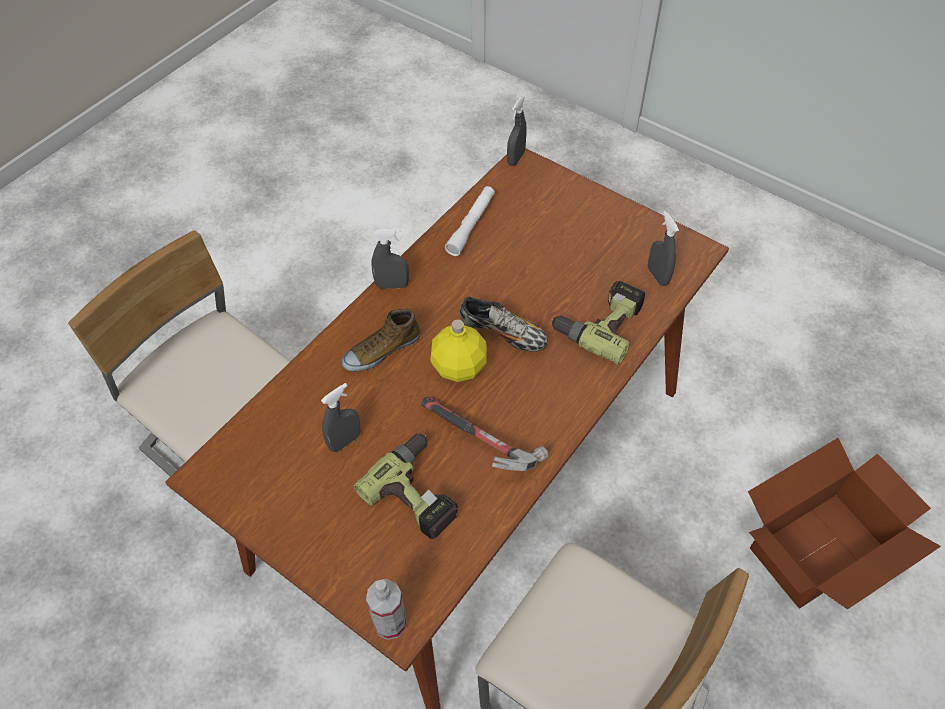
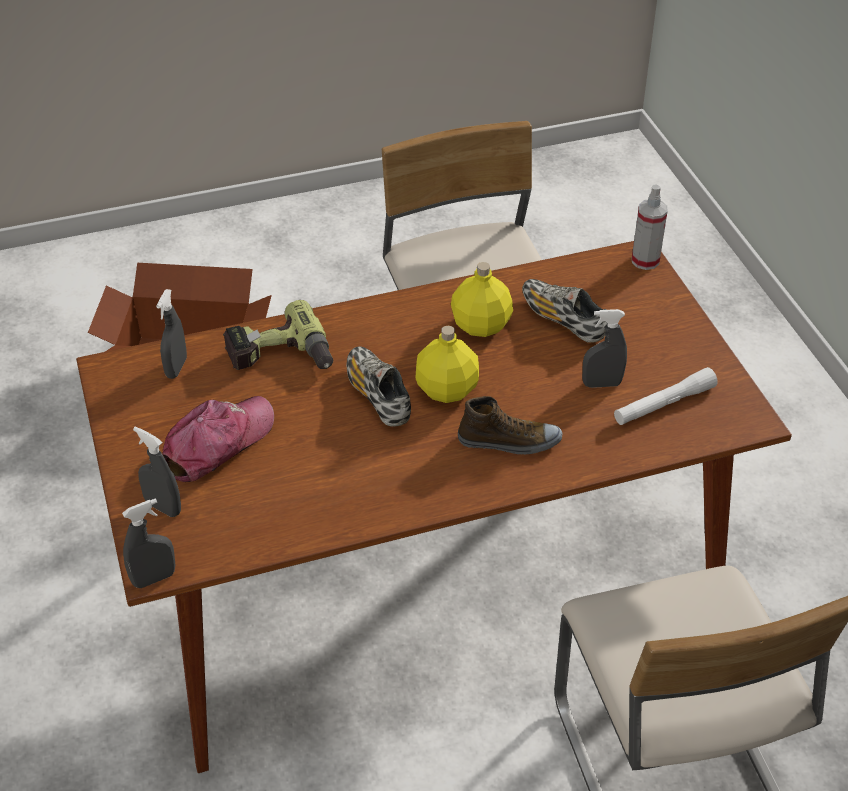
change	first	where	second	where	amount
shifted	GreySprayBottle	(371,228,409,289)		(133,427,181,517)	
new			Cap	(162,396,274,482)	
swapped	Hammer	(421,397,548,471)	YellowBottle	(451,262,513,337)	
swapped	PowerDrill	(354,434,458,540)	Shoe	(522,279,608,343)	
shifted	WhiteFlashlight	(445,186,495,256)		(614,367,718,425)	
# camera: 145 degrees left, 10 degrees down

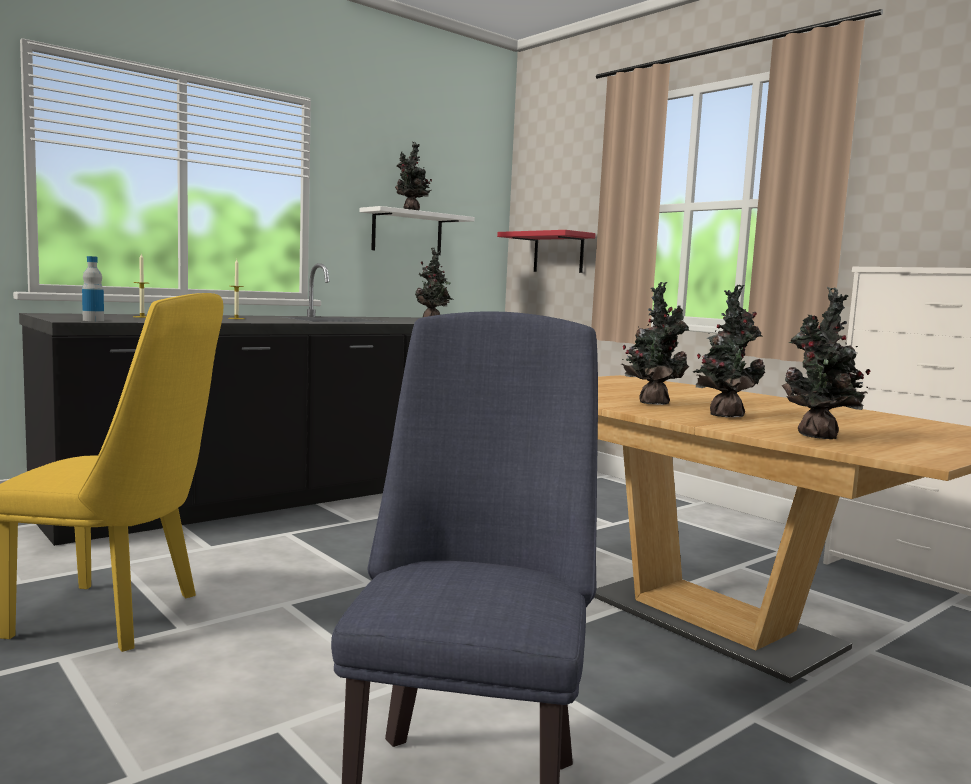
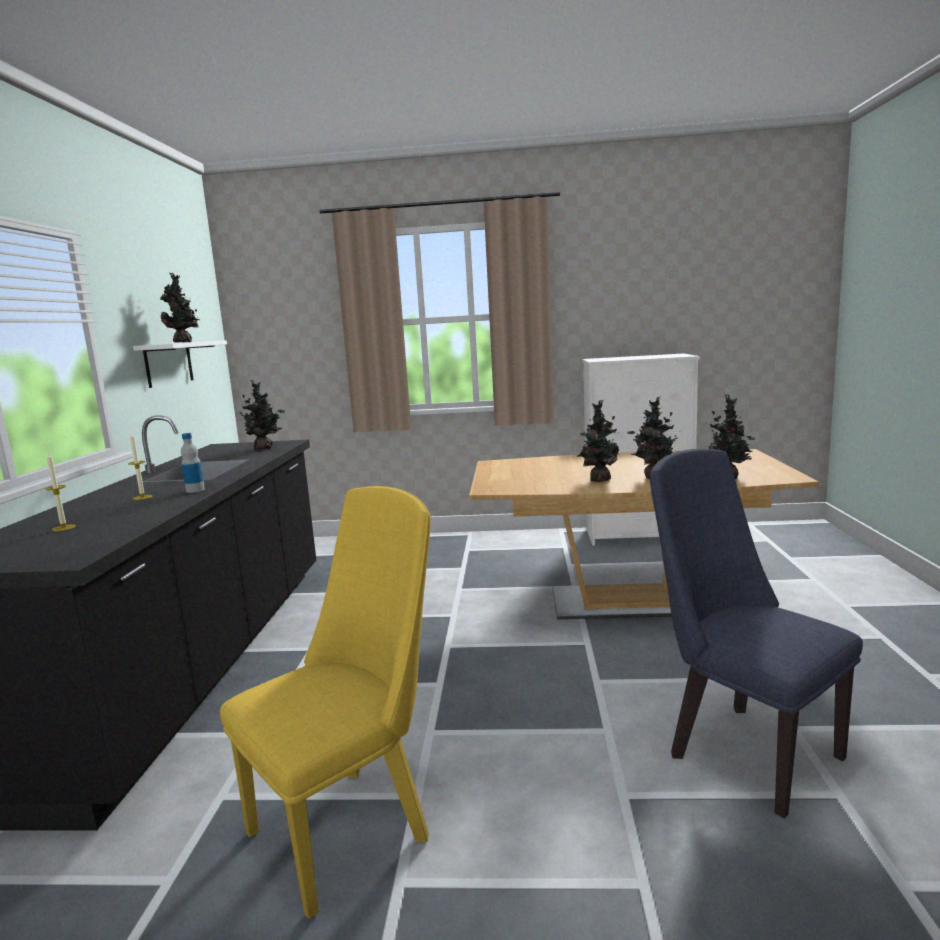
change	first	where	second	where	amount
shifted	Bottle	(82,256,104,321)		(181,433,205,493)	
gone	RedShelf	(497,230,595,273)			
# camera: 45 degrees left, 5 degrees up

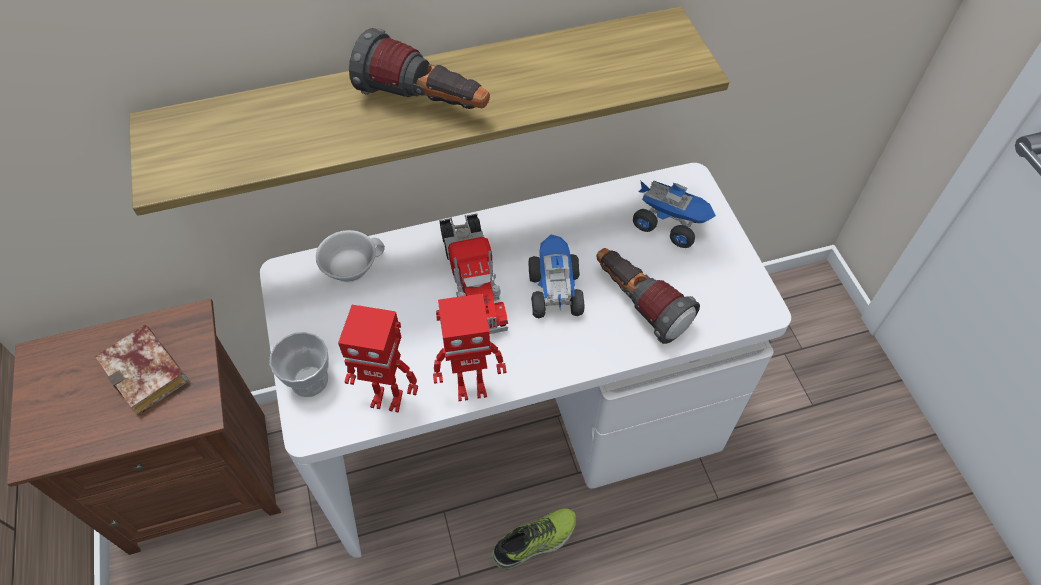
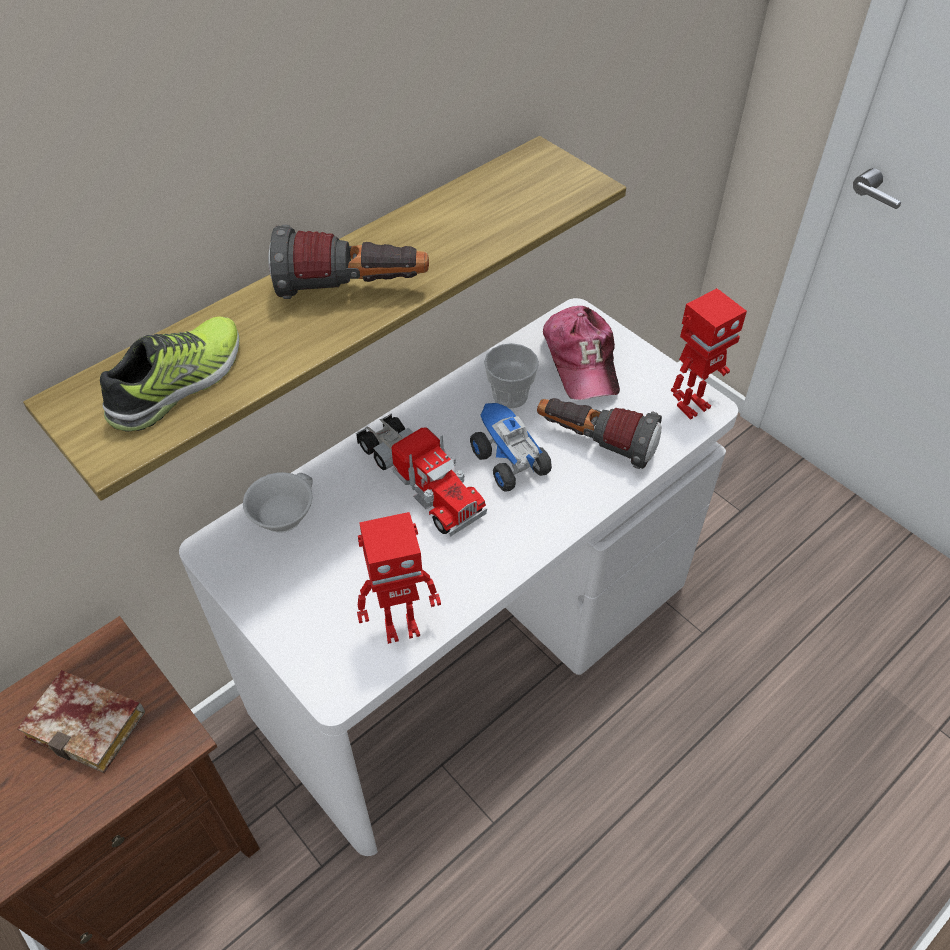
change	first	where	second	where	amount
shifted	Shoe	(492,508,576,569)		(100,317,240,431)	
shifted	Cup	(269,332,329,397)		(484,343,539,409)	
swapped	ToyTruck	(633,180,716,248)	Cap	(543,306,620,400)	
shifted	ToyRobot	(433,293,507,401)		(671,288,747,420)	
# camera: 25 degrees left, 5 degrees down

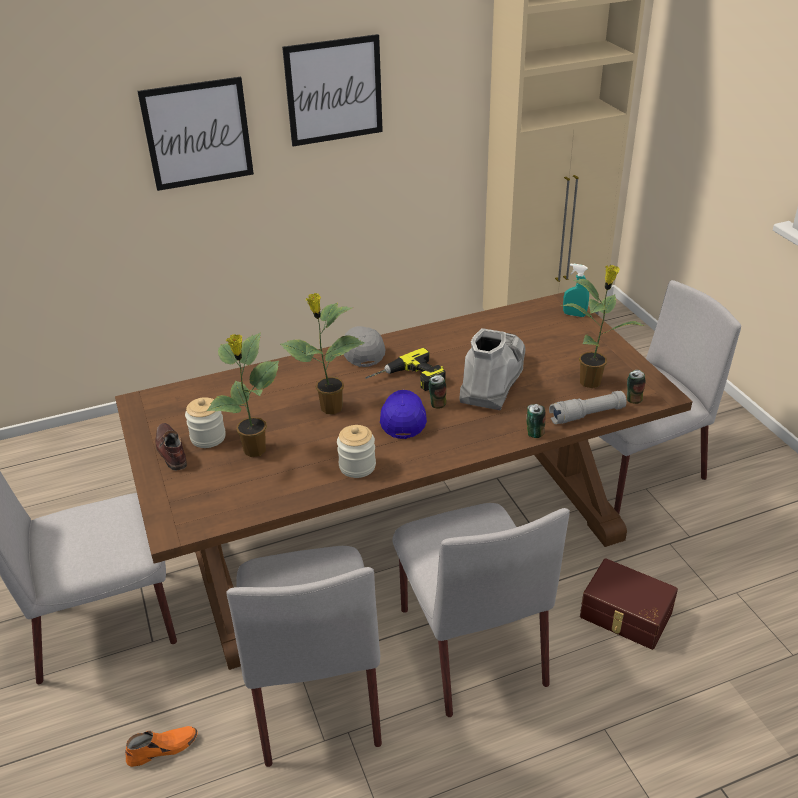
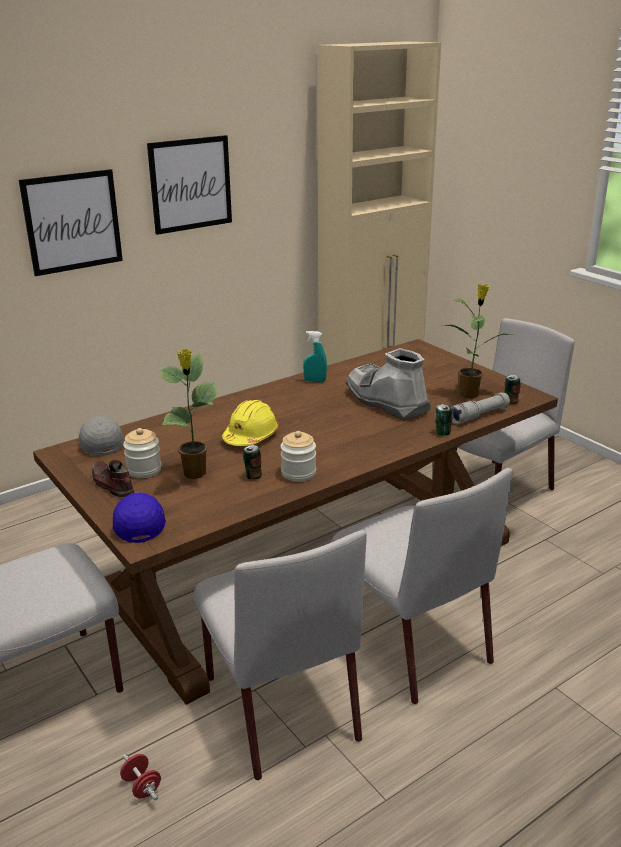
change	first	where	second	where	amount
shifted	GreyCap	(344,326,386,367)		(78,416,124,456)	
shifted	BlueCap	(380,390,427,439)		(113,492,166,543)	
swapped	OrangeShoe	(125,726,198,767)	RedDumbbell	(120,753,161,800)	
swapped	PottedPlant	(280,293,365,414)	YellowHardHat	(222,400,279,446)	
shifted	Can	(429,375,446,409)		(243,444,262,480)	
shifted	TurquoiseSprayBottle	(563,263,589,317)		(303,331,327,382)	
rotated	GreyBoot	(459,328,525,410)		(346,348,431,421)	45 degrees counterclockwise
gone	PowerDrill	(365,348,446,391)			
gone	BrownStorageBox	(580,558,678,650)			
# camera: 15 degrees left, 10 degrees down

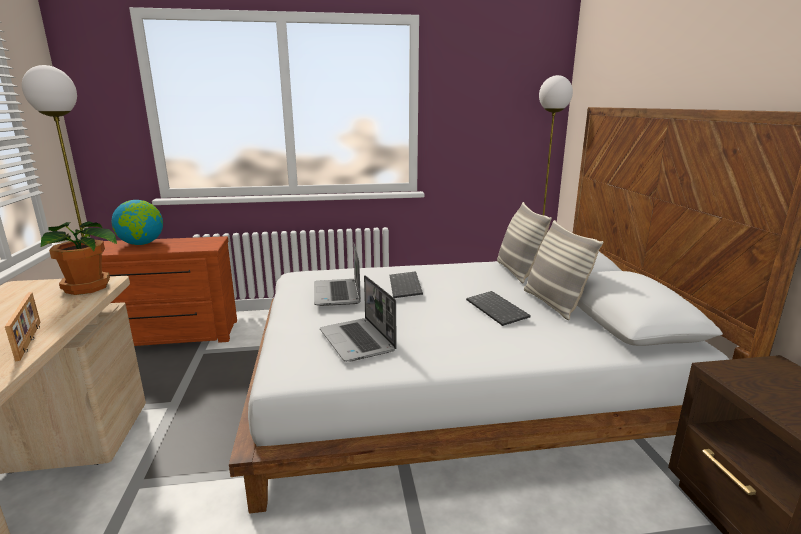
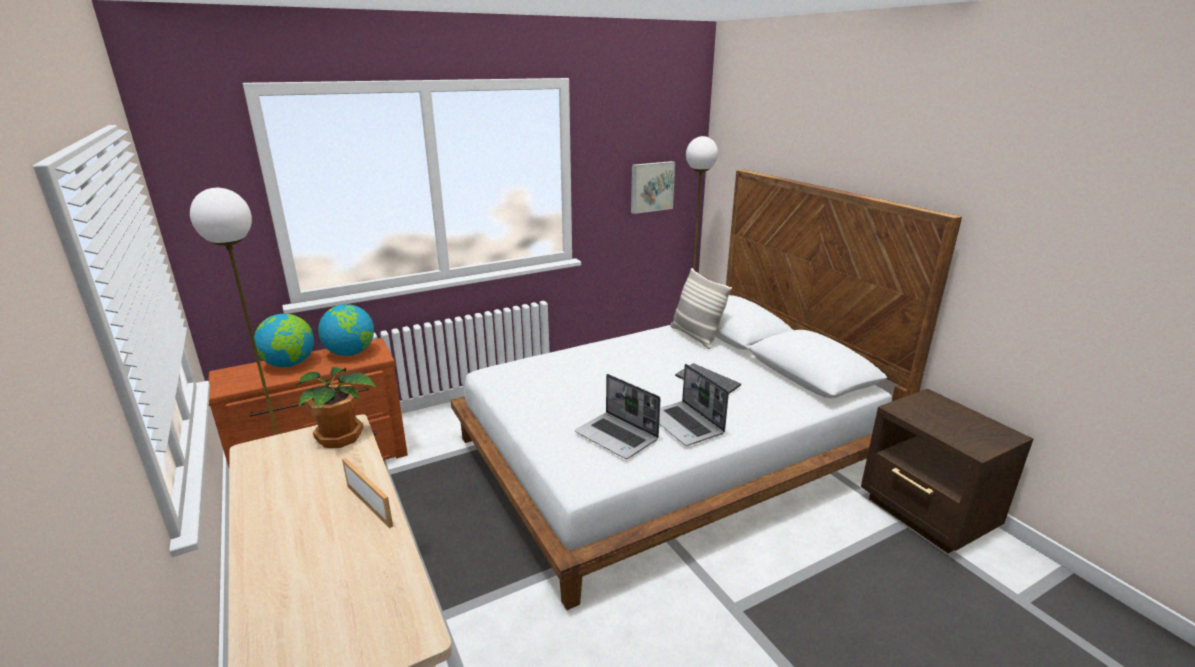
change	first	where	second	where	amount
new			Globe	(318,304,374,356)	
new			Picture	(631,161,675,214)	
shifted	Laptop	(314,242,361,306)		(659,364,729,446)	
gone	Keyboard	(389,271,423,298)			
gone	Pillow	(524,220,603,320)			
# camera: 20 degrees left, 5 degrees up

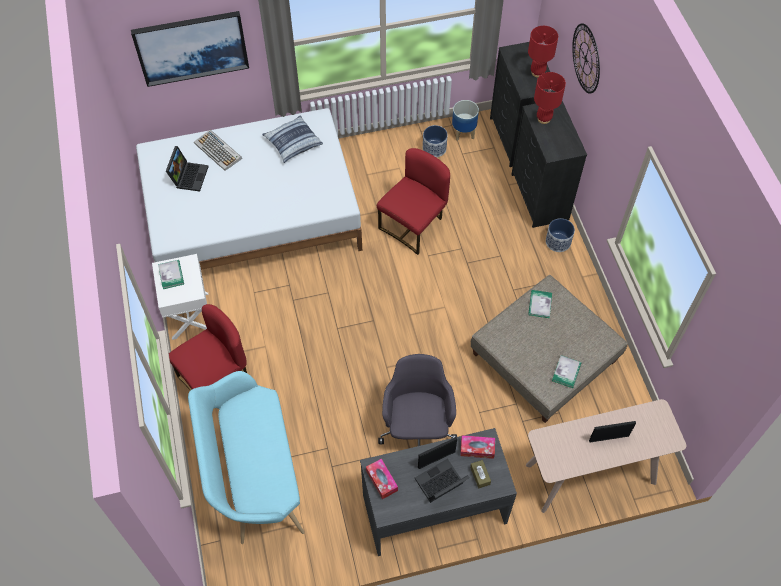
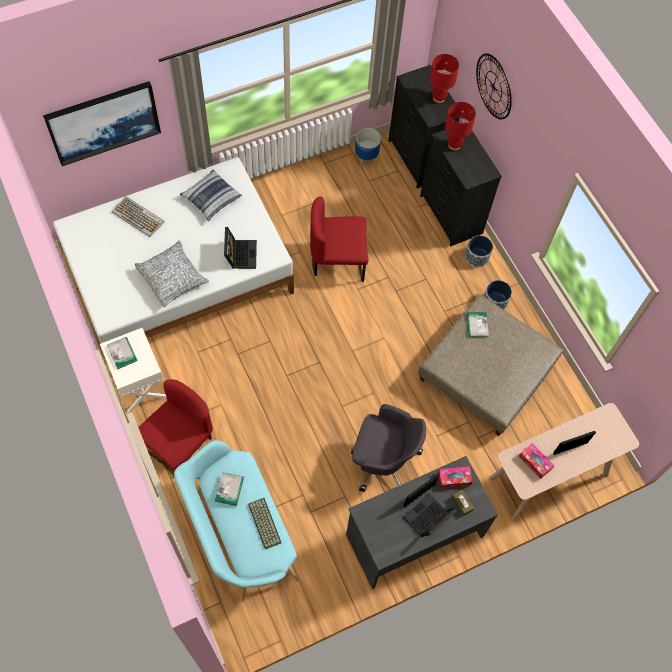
change	first	where	second	where	amount
new			Pillow	(135,240,209,308)	
shifted	Book	(552,355,581,388)		(215,472,244,506)	
shifted	Laptop	(166,146,208,192)		(224,227,257,269)	
new			Keyboard	(248,498,282,549)	
rotated	RedChair	(377,148,450,255)		(310,196,368,282)	120 degrees counterclockwise
rotated	GreyOfficeChair	(378,354,457,446)		(351,404,426,492)	120 degrees clockwise
shifted	Planter	(423,125,448,157)		(484,280,512,310)	
shifted	TissueBox	(366,459,398,499)		(519,443,554,479)	
# camera: 15 degrees left, 5 degrees up

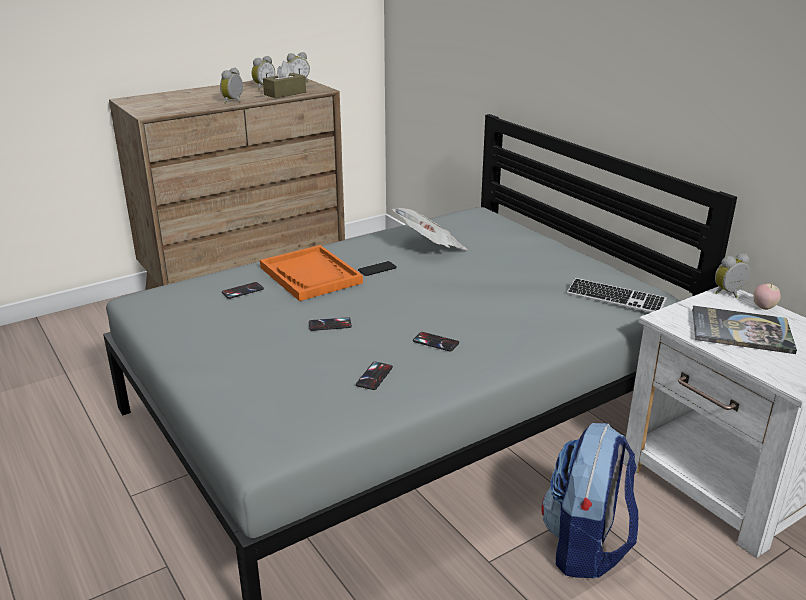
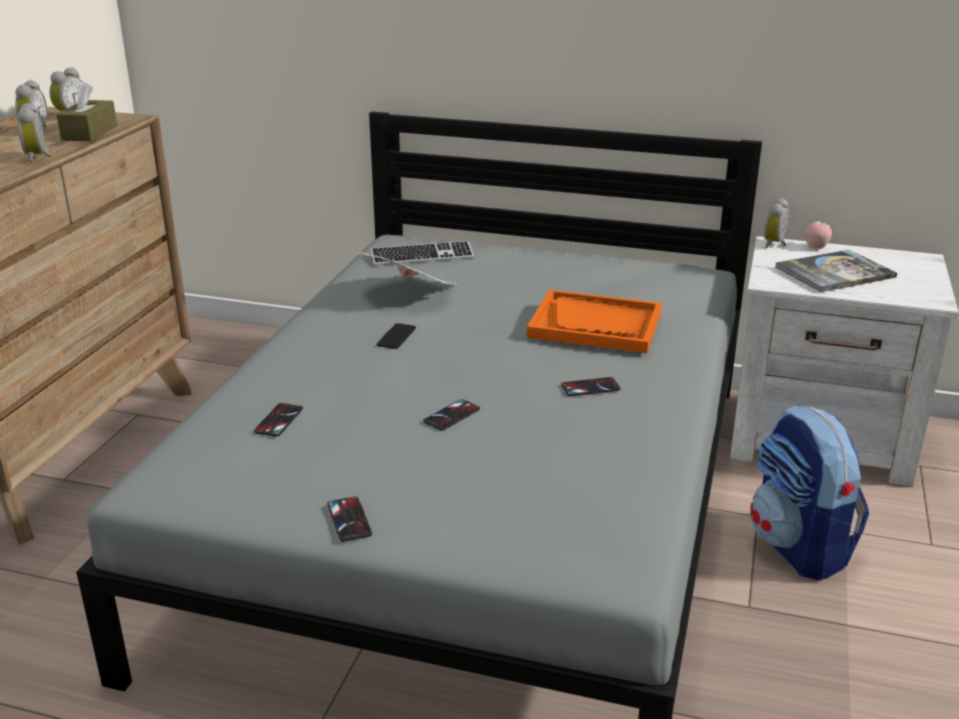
change	first	where	second	where	amount
shifted	Phone	(356,362,393,390)		(327,497,372,542)	
shifted	Keyboard	(567,278,667,312)		(371,241,474,265)	
shifted	OrangeTray	(260,245,363,301)		(527,290,662,353)	
# camera: 40 degrees left, 0 degrees up

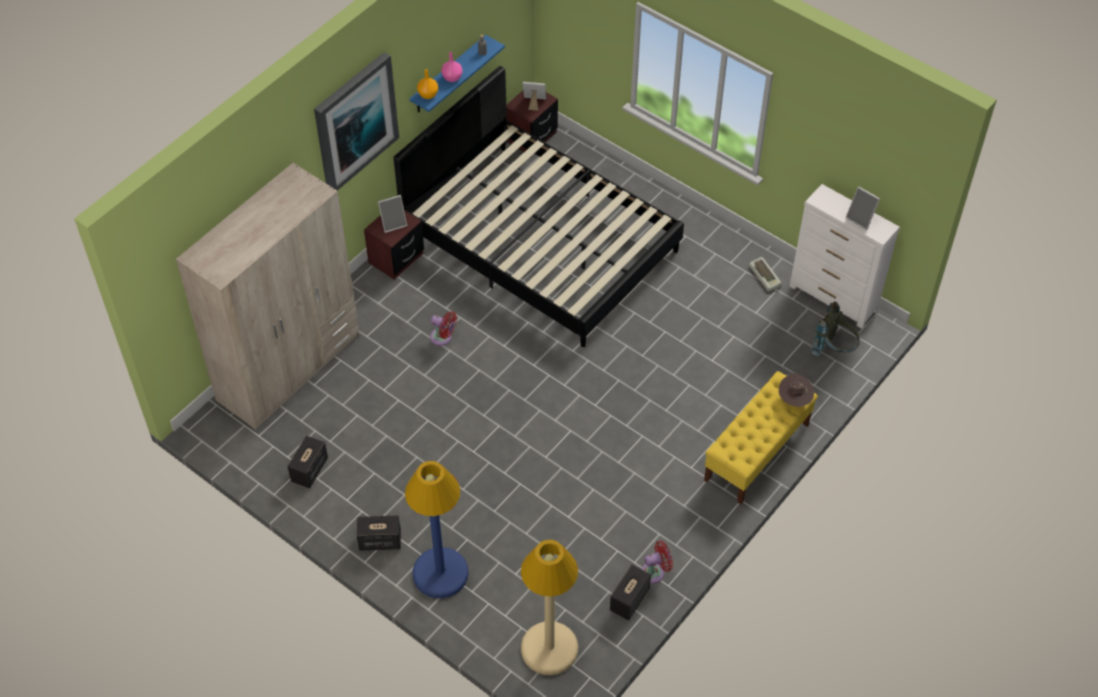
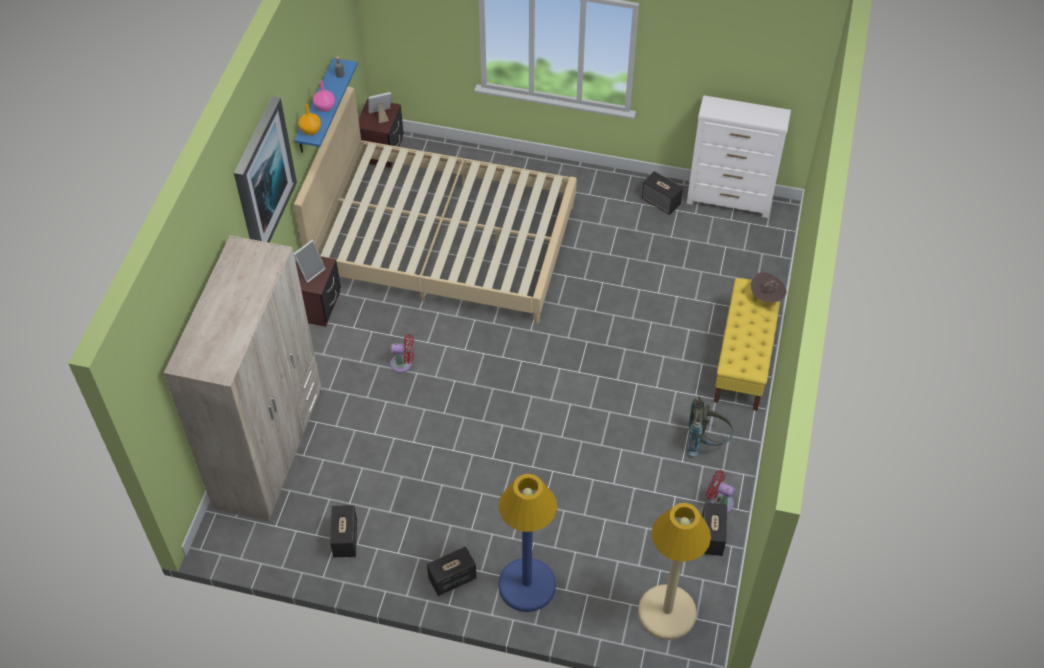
change	first	where	second	where	amount
repainted	BlackBed	(393,66,684,347)	BeigeBed	(294,87,577,324)	
swapped	Keyboard	(749,257,781,292)	Speaker	(642,171,683,215)	
shifted	GreyBackpack	(811,301,860,356)		(687,397,734,456)	
rotated	RedFan	(641,541,673,583)		(706,470,735,513)	105 degrees counterclockwise
gone	PictureFrame	(845,186,880,230)			
# camera: 25 degrees left, 0 degrees up

